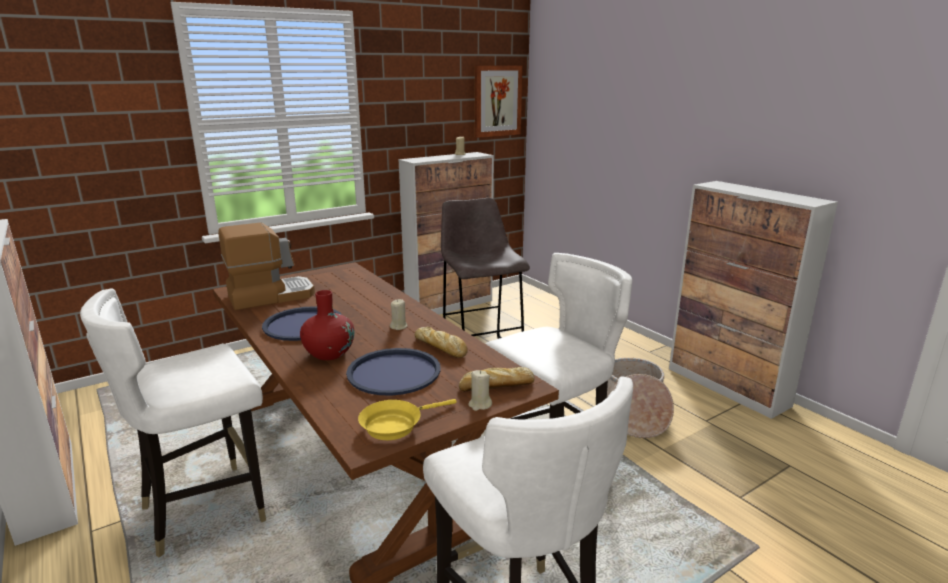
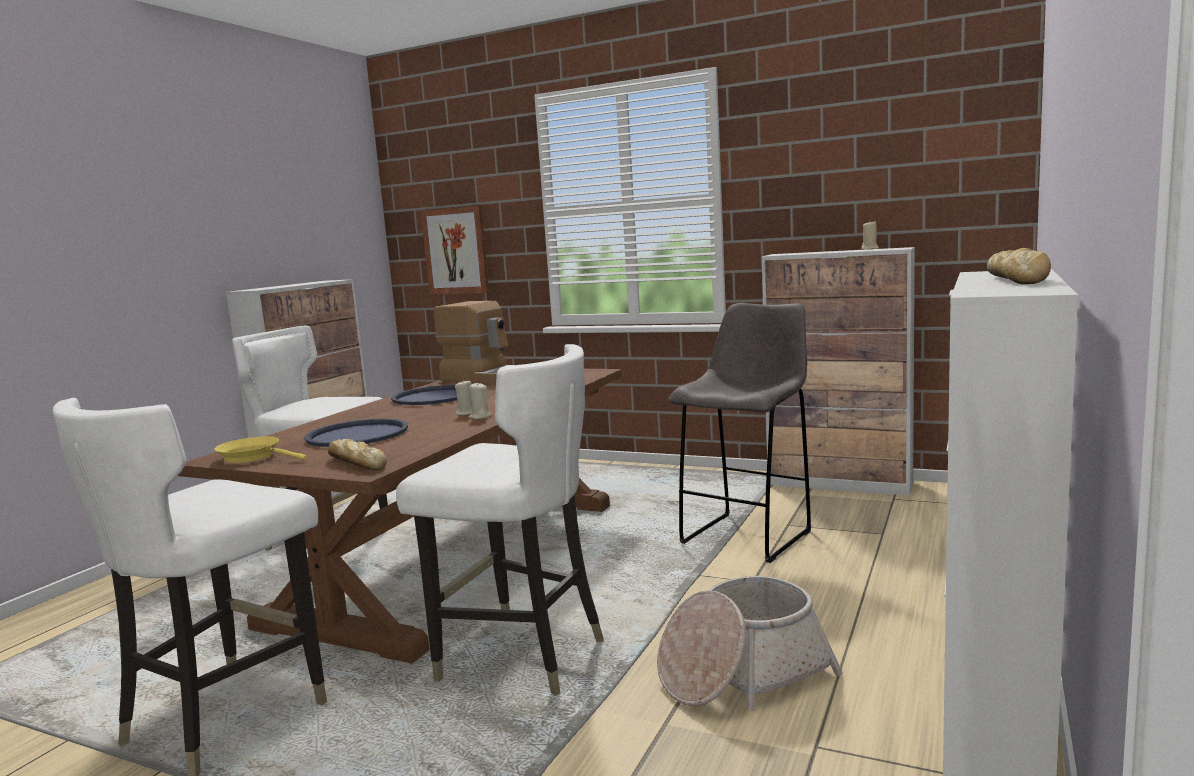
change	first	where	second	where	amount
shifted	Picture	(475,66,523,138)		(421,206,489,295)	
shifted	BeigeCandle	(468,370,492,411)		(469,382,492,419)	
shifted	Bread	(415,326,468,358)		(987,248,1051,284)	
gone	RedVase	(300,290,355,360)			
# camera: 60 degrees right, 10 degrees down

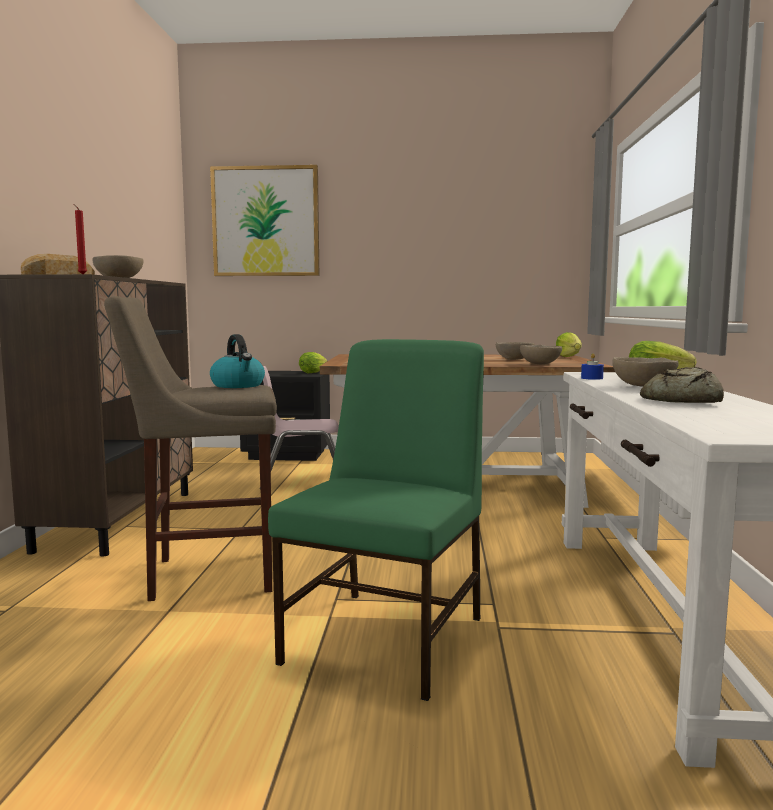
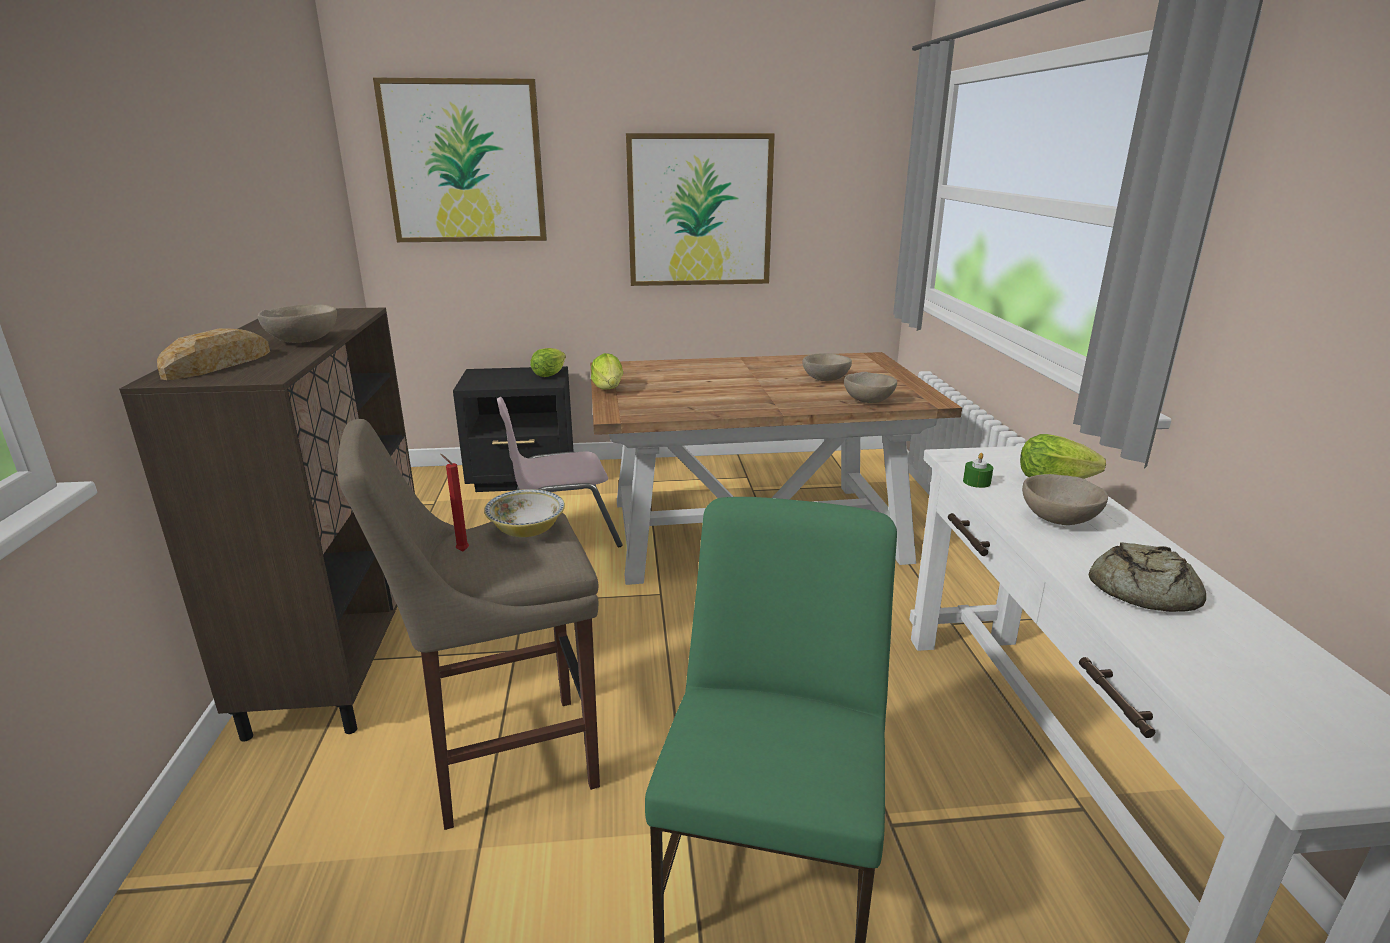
change	first	where	second	where	amount
shifted	RedCandle	(73,204,87,274)		(440,454,469,551)	
swapped	Kettle	(210,334,265,388)	Bowl	(484,489,565,537)	
shifted	Lettuce	(556,332,582,357)		(591,353,623,390)	
new			Picture	(626,133,775,286)	
repainted	BlueCandle	(581,353,604,380)	GreenCandle	(963,453,993,488)	
# camera: 10 degrees left, 15 degrees up

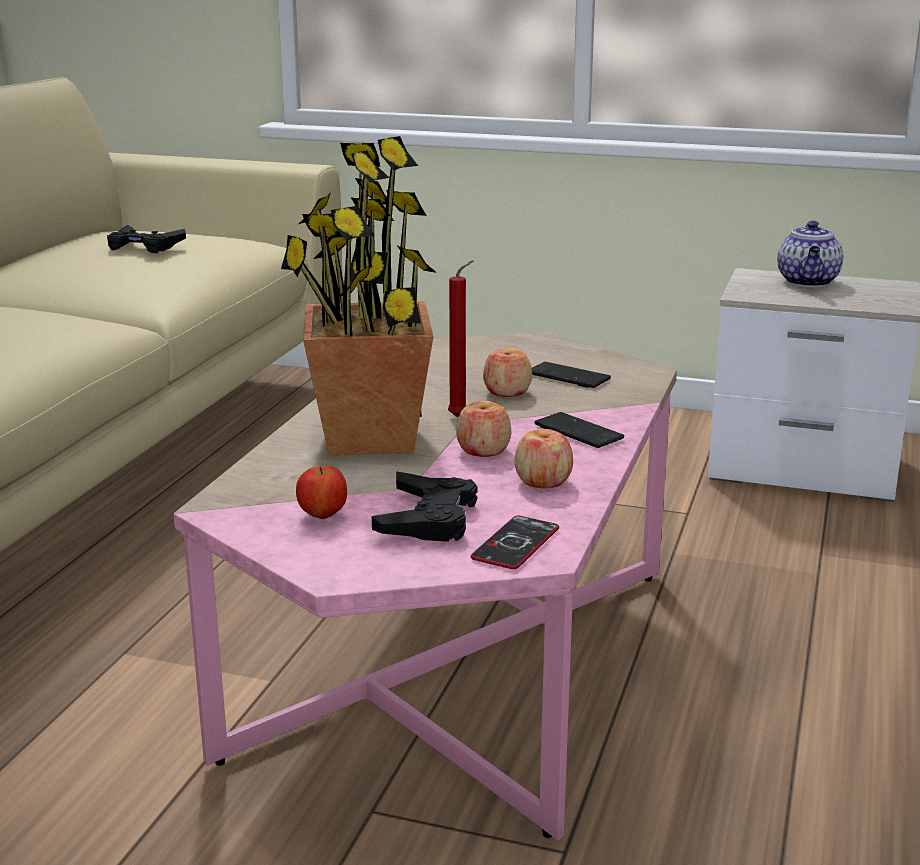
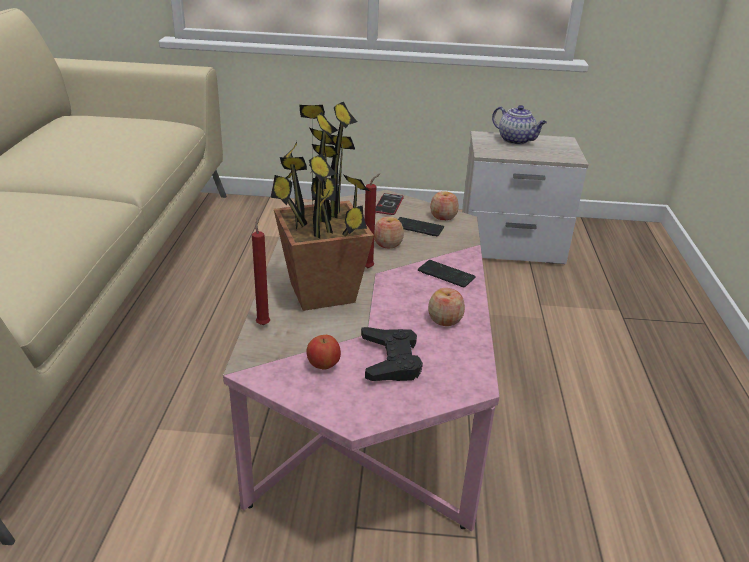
change	first	where	second	where	amount
new			RedCandle	(252,217,270,325)	
shifted	Phone	(471,516,559,569)		(375,193,404,215)	
shifted	Apple	(456,401,511,457)		(430,191,459,220)	
rotated	Teapot	(777,221,843,287)		(492,105,547,145)	45 degrees counterclockwise
gone	BlackGameController	(107,225,186,253)			
# camera: 15 degrees left, 10 degrees up

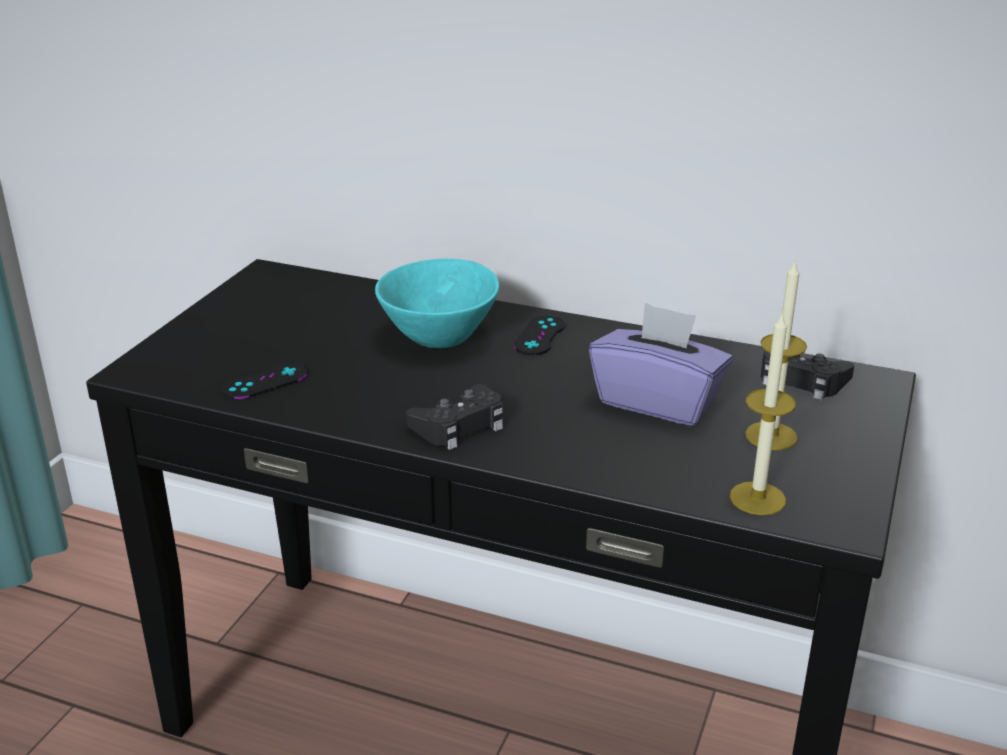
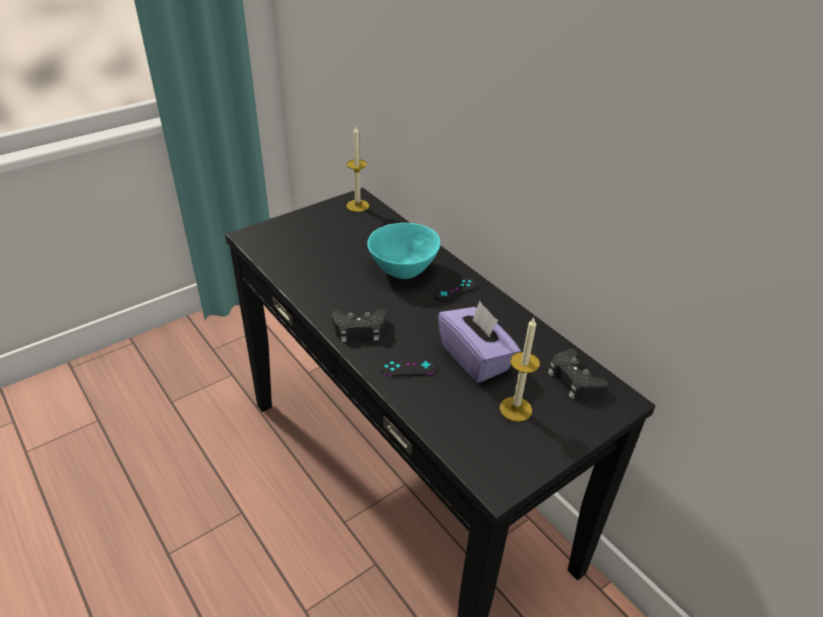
change	first	where	second	where	amount
shifted	Candle	(730,312,796,515)		(346,127,369,212)	
shifted	BlackGameController	(222,363,307,399)		(380,356,437,376)	
# camera: 30 degrees right, 10 degrees up

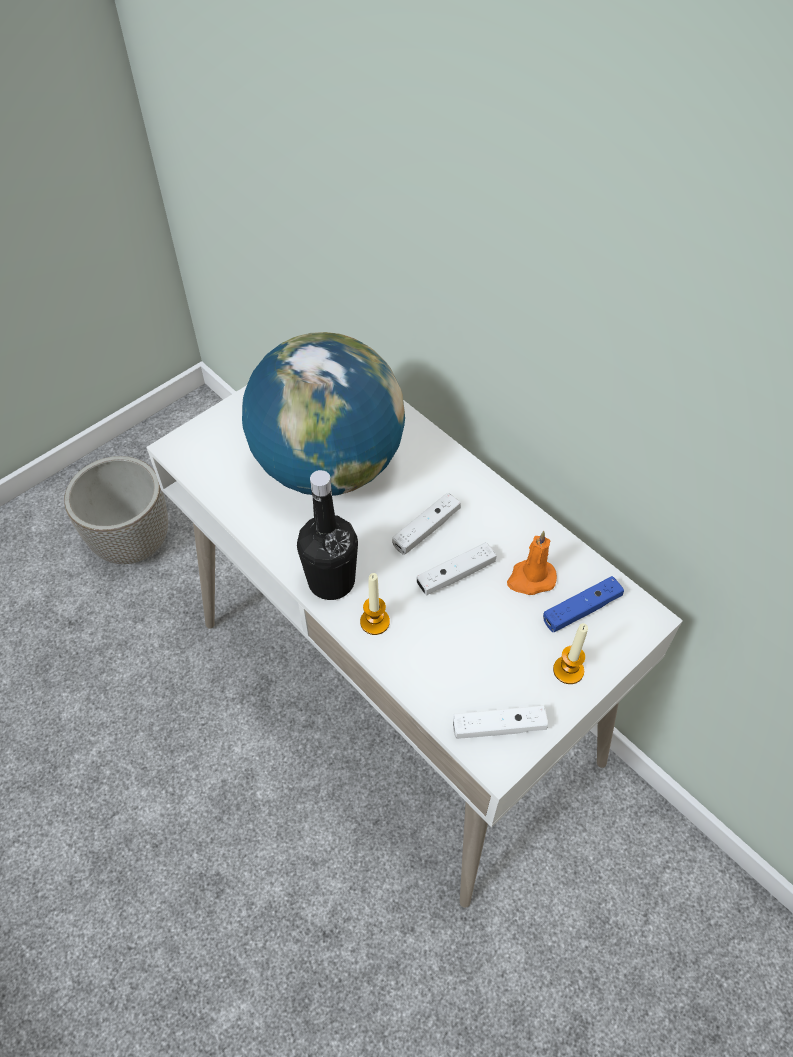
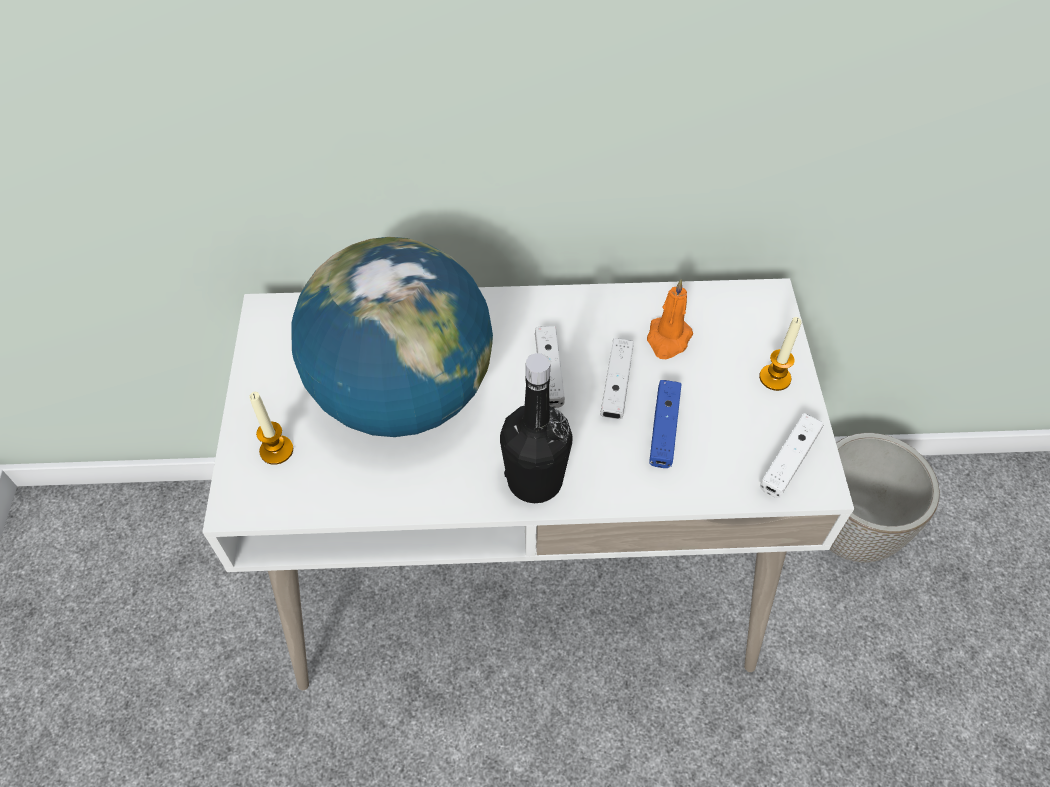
change	first	where	second	where	amount
shifted	Candle	(360,573,390,635)		(250,392,293,465)	
shifted	BlueGameController	(543,576,624,632)		(649,380,682,468)	
shifted	Planter	(64,456,168,564)		(829,433,940,562)	
# camera: 50 degrees left, 0 degrees up

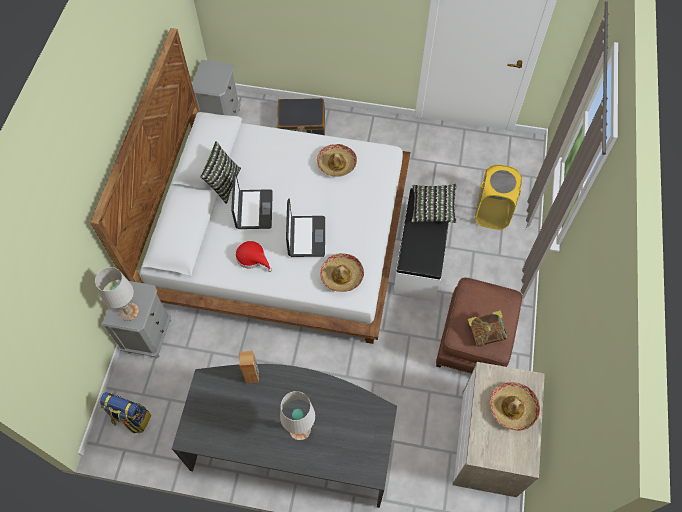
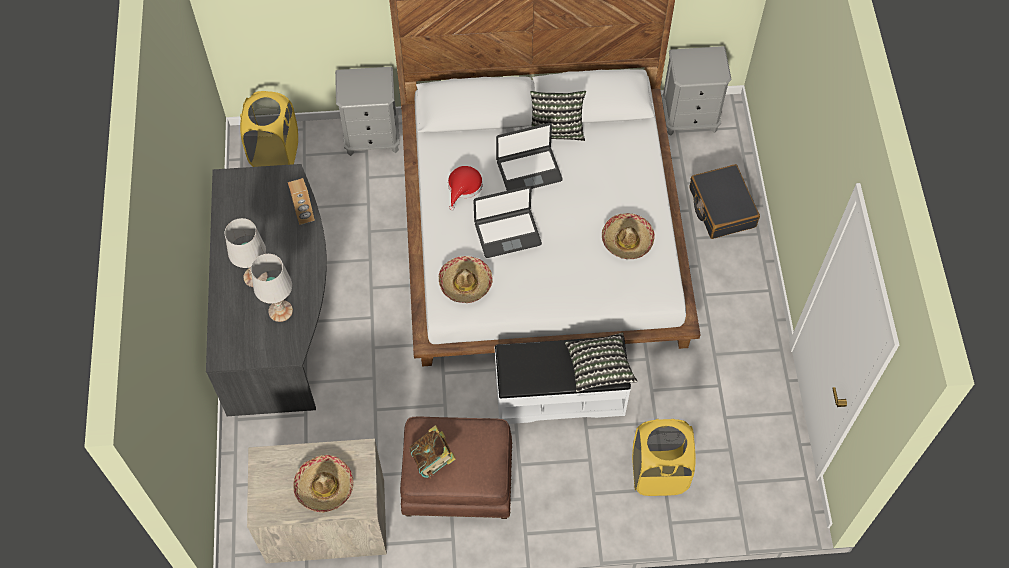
change	first	where	second	where	amount
swapped	Backpack	(100,392,151,434)	YellowLaundryBasket	(240,91,298,167)	
shifted	WhiteTableLamp	(95,267,139,321)		(251,254,293,322)	
# camera: 75 degrees right, 0 degrees up

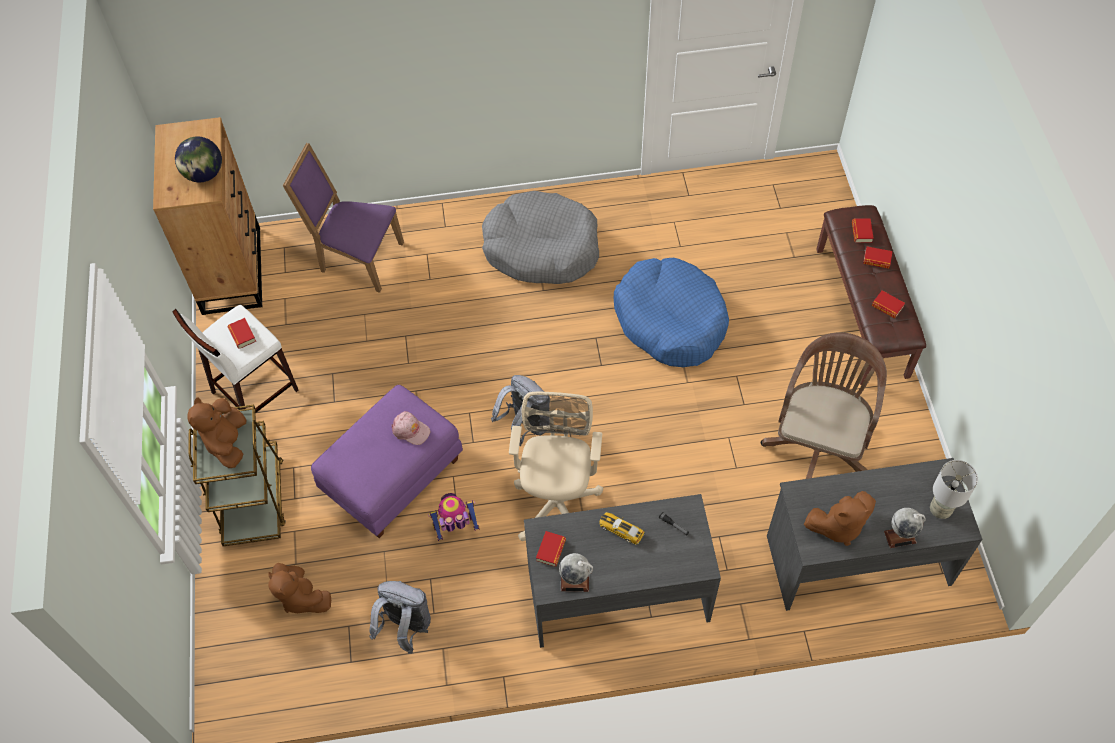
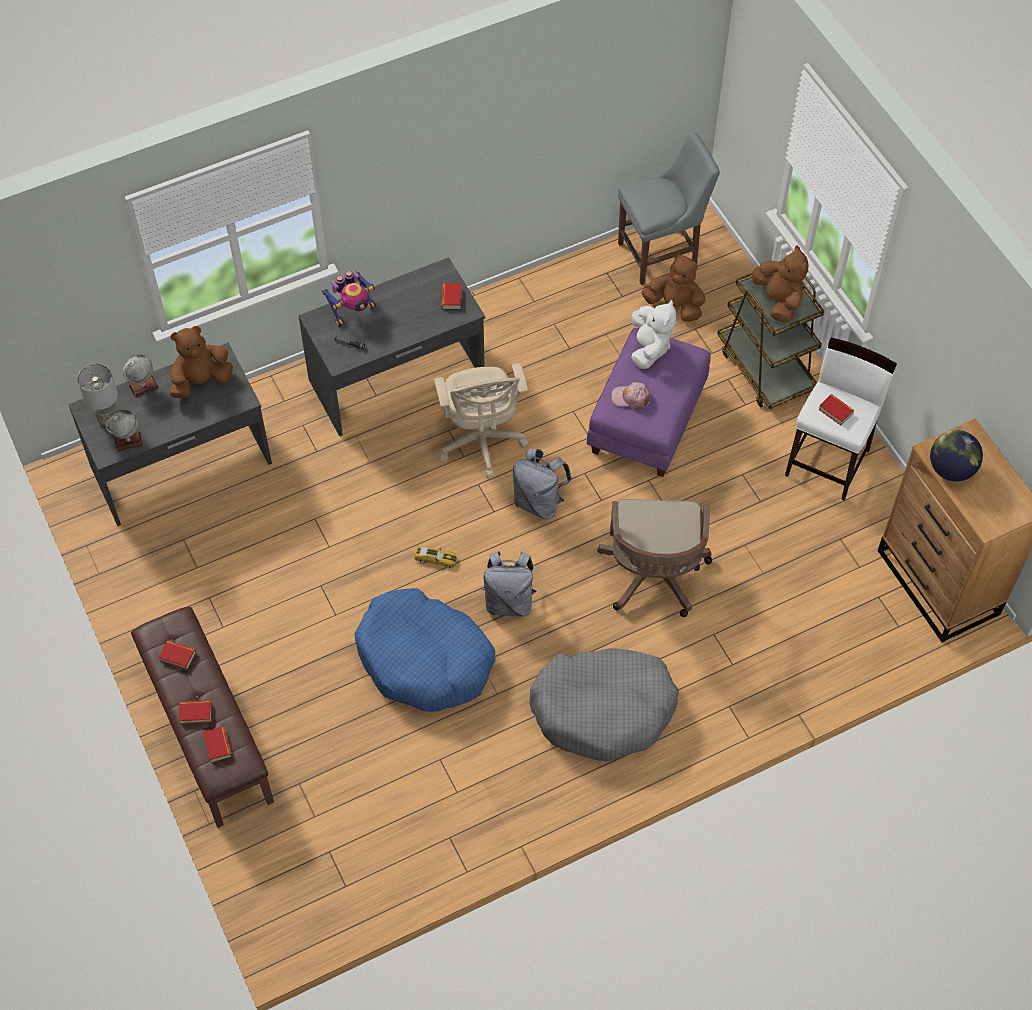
change	first	where	second	where	amount
shifted	Globe	(559,553,593,592)		(106,410,144,452)	
shifted	ToyRobot	(428,493,480,541)		(322,270,377,327)	
shifted	ToyCar	(599,512,644,545)		(414,546,457,568)	
shifted	GreyBackpack	(369,581,431,654)		(482,551,537,617)	
shifted	BrownOfficeChair	(761,333,887,479)		(597,499,712,617)	
new			GreyChair	(618,132,720,285)	
new			WhitePlushToy	(631,299,676,369)	
gone	PurpleChair	(283,143,404,293)			
# camera: 160 degrees right, 0 degrees up

